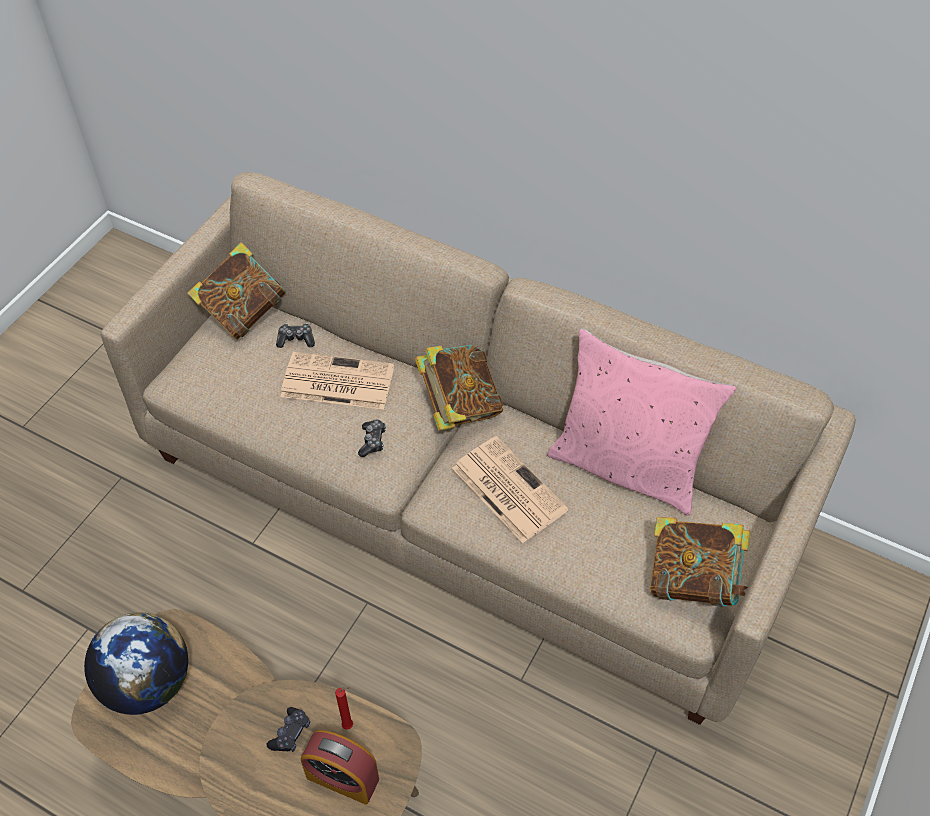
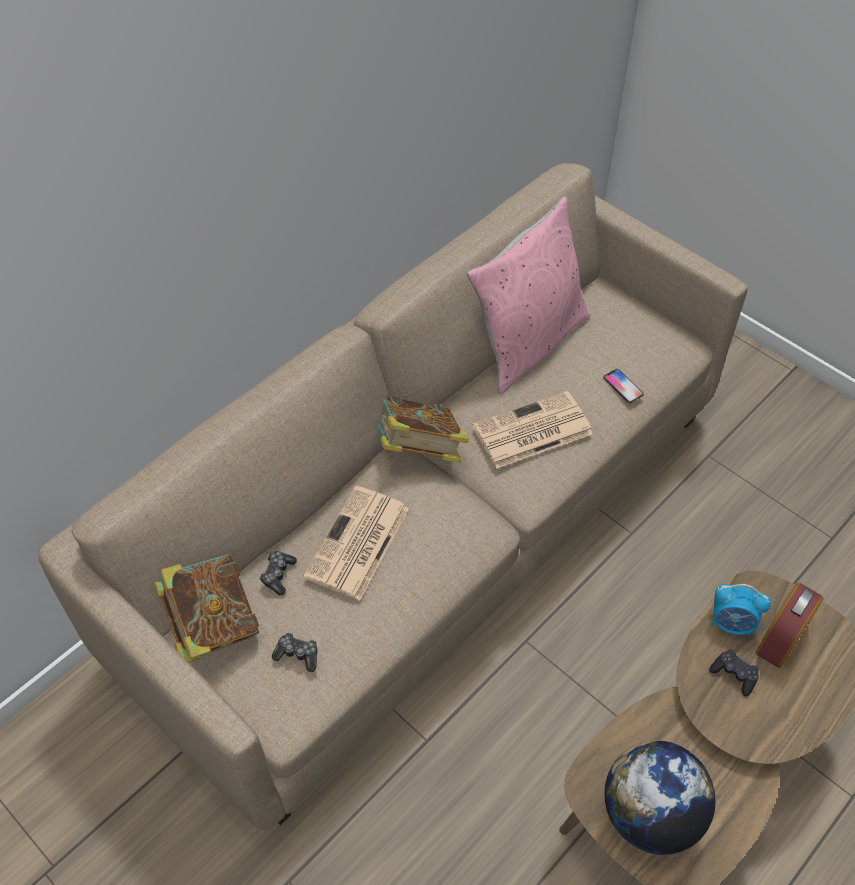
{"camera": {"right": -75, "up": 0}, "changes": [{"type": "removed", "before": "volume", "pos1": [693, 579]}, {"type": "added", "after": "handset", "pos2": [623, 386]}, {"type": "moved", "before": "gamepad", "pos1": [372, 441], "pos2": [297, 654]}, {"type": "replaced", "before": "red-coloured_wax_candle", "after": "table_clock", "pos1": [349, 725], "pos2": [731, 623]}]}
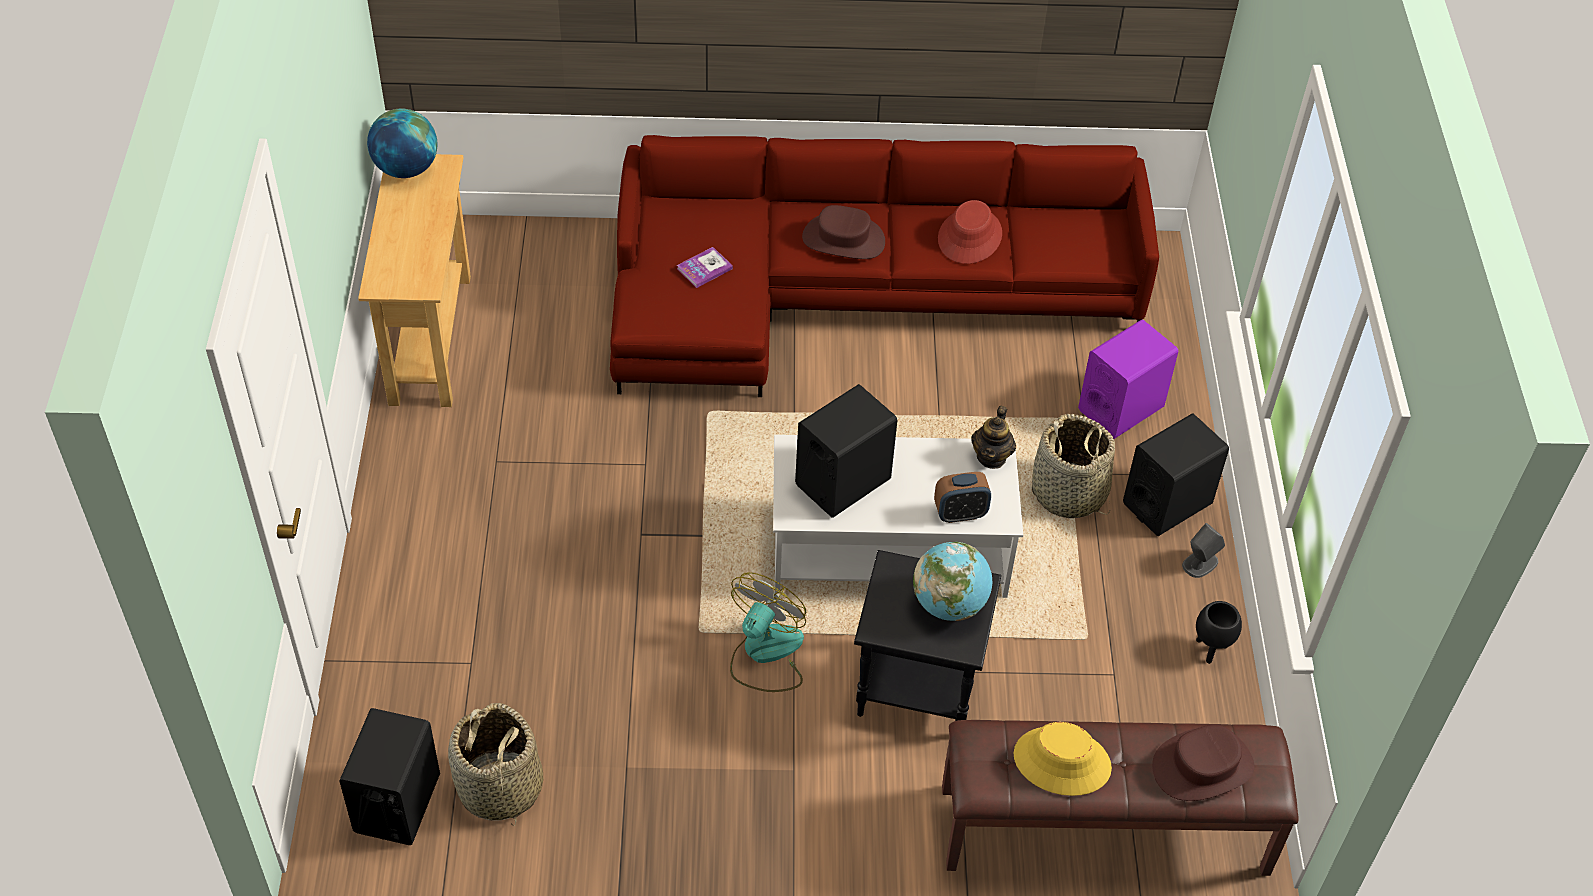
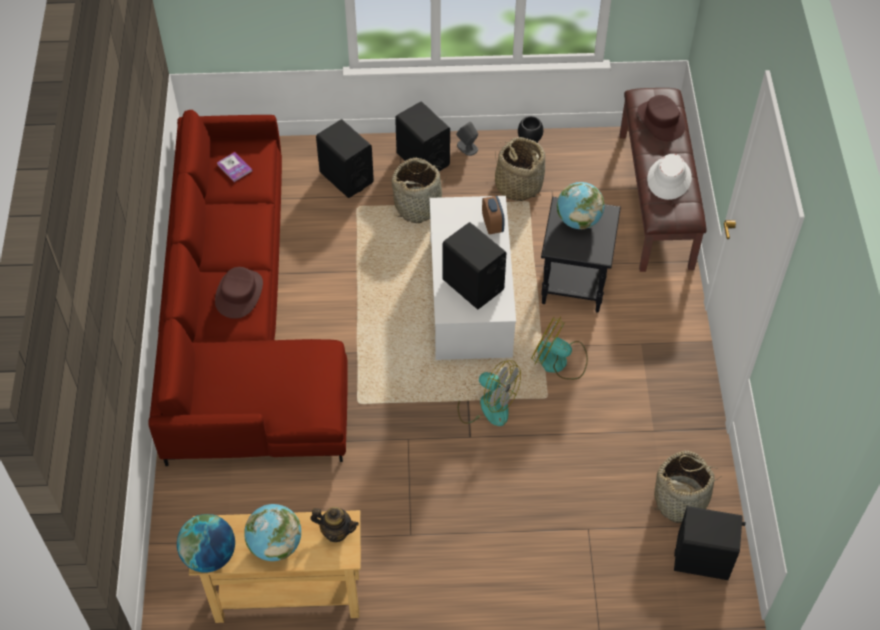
{"camera": {"right": -90, "up": 5}, "changes": [{"type": "removed", "before": "red-coloured_wearable_hat", "pos1": [970, 237]}, {"type": "added", "after": "desk_globe", "pos2": [275, 545]}, {"type": "added", "after": "cooling_fan", "pos2": [487, 404]}, {"type": "added", "after": "household_basket", "pos2": [518, 185]}, {"type": "moved", "before": "volume", "pos1": [704, 268], "pos2": [234, 167]}, {"type": "moved", "before": "tea_pot", "pos1": [991, 457], "pos2": [336, 531]}, {"type": "recoloured", "before": "yellow_wearable_hat", "after": "white-coloured_wearable_hat", "pos1": [1061, 762], "pos2": [669, 179]}, {"type": "recoloured", "before": "purple-coloured_speaker", "after": "black-coloured_speaker", "pos1": [1121, 408], "pos2": [346, 177]}]}
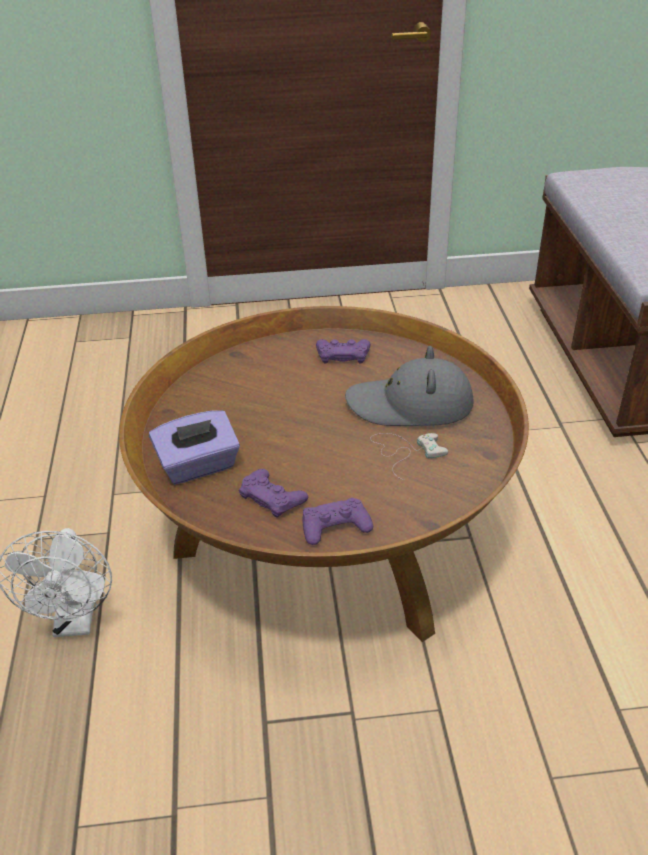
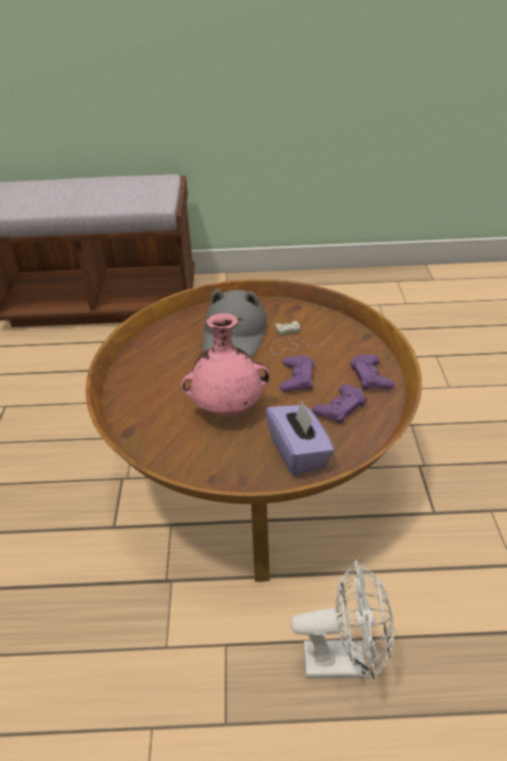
{"camera": {"right": -85, "up": 0}, "changes": [{"type": "added", "after": "pink-coloured_vase", "pos2": [228, 409]}, {"type": "moved", "before": "purple-coloured_gamepad", "pos1": [343, 354], "pos2": [297, 378]}]}
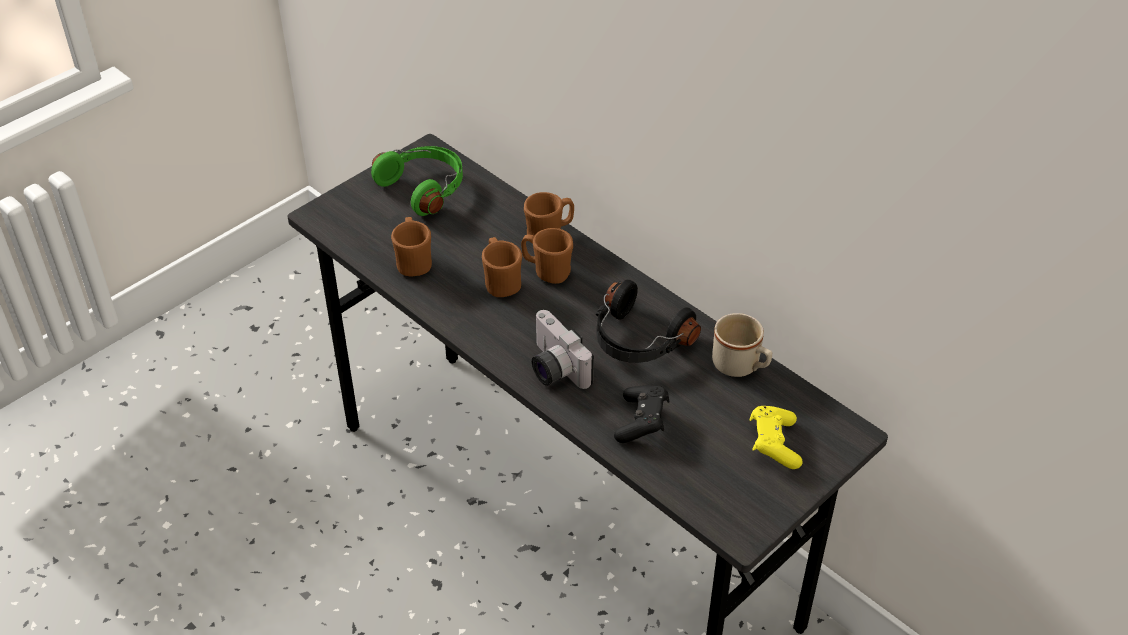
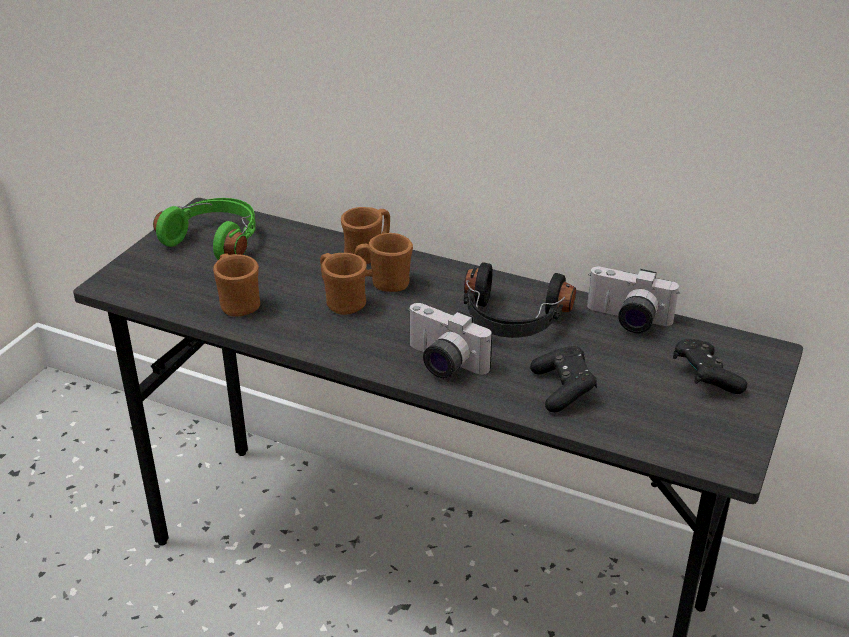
{"camera": {"right": -20, "up": -10}, "changes": [{"type": "replaced", "before": "beige-coloured_coffee_mug", "after": "photo_camera", "pos1": [741, 366], "pos2": [626, 320]}, {"type": "recoloured", "before": "yellow_gamepad", "after": "black-coloured_gamepad", "pos1": [774, 444], "pos2": [705, 378]}]}
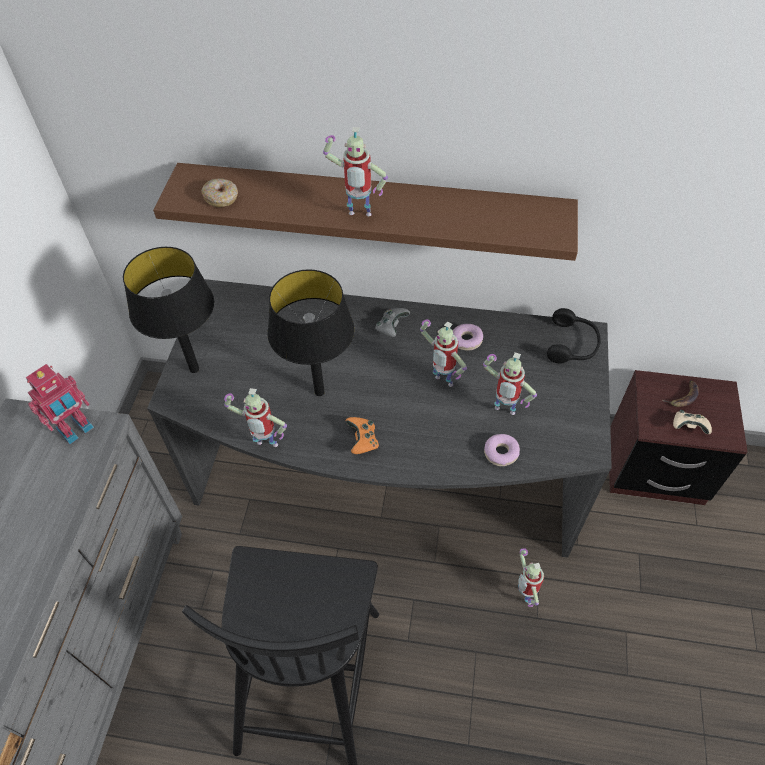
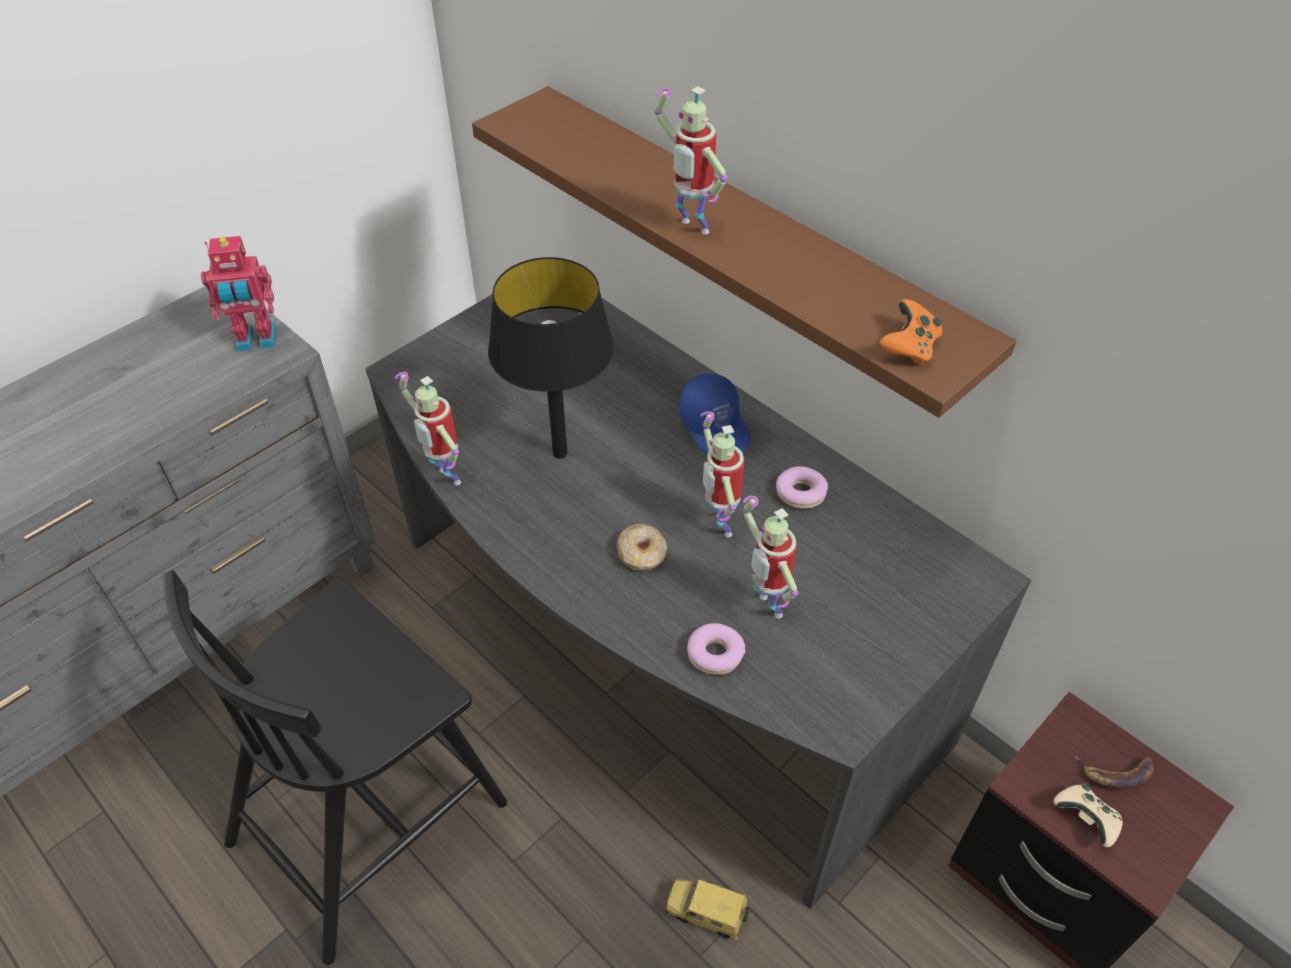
{"camera": {"right": 35, "up": -5}, "changes": [{"type": "removed", "before": "black-coloured_lamp_for_a_table", "pos1": [194, 369]}, {"type": "removed", "before": "black-coloured_headset", "pos1": [572, 345]}, {"type": "moved", "before": "donut", "pos1": [221, 198], "pos2": [642, 554]}, {"type": "moved", "before": "orange-coloured_gamepad", "pos1": [362, 441], "pos2": [909, 348]}, {"type": "replaced", "before": "gray_gamepad", "after": "bluish_cap", "pos1": [391, 328], "pos2": [716, 427]}, {"type": "replaced", "before": "robot_figure", "after": "miniature_car", "pos1": [523, 596], "pos2": [705, 915]}]}
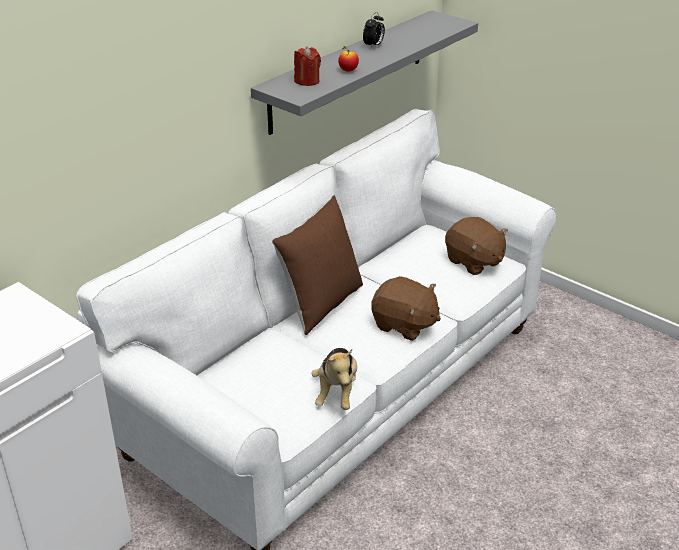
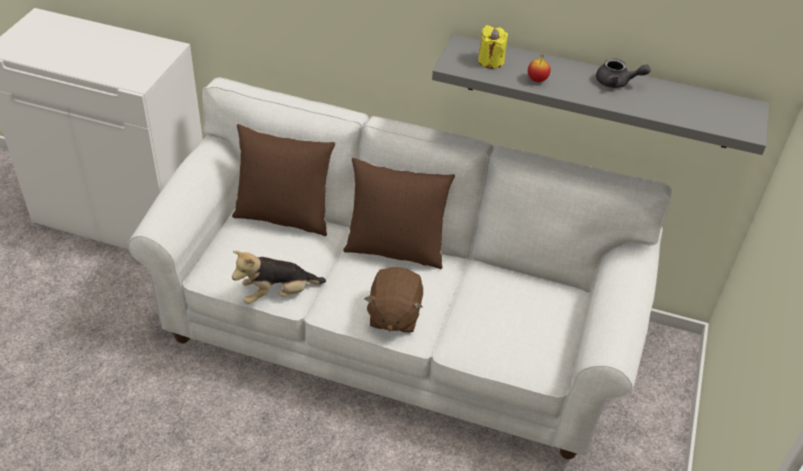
{"camera": {"right": 65, "up": 10}, "changes": [{"type": "removed", "before": "brown_cuddly_toy", "pos1": [474, 262]}, {"type": "added", "after": "brown_cushion", "pos2": [284, 216]}, {"type": "replaced", "before": "table_clock", "after": "gray_tea_pot", "pos1": [373, 46], "pos2": [617, 83]}, {"type": "recoloured", "before": "red-coloured_wax_candle", "after": "yellow_wax_candle", "pos1": [307, 81], "pos2": [491, 61]}]}
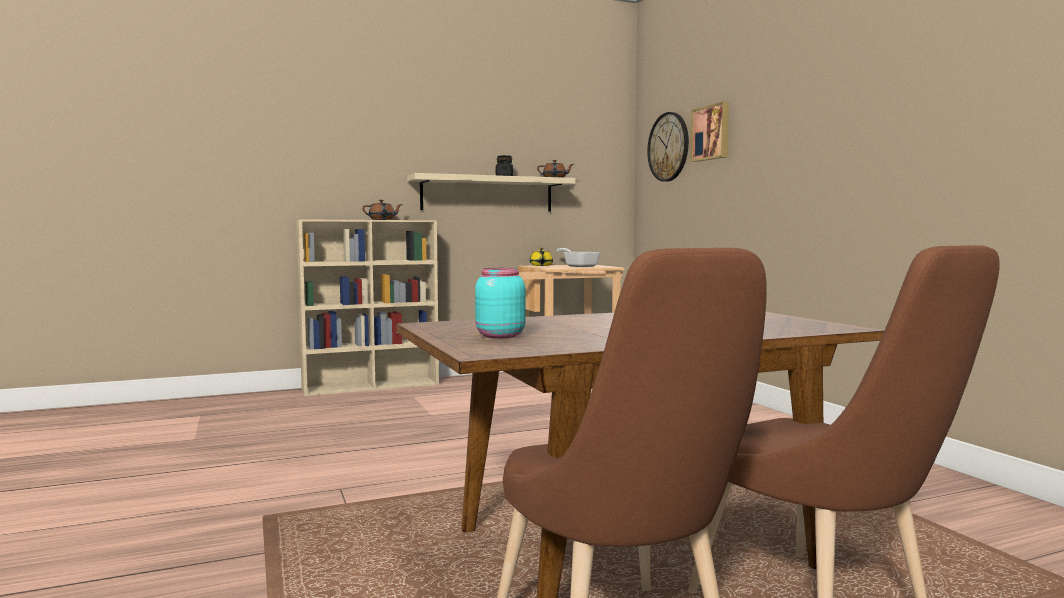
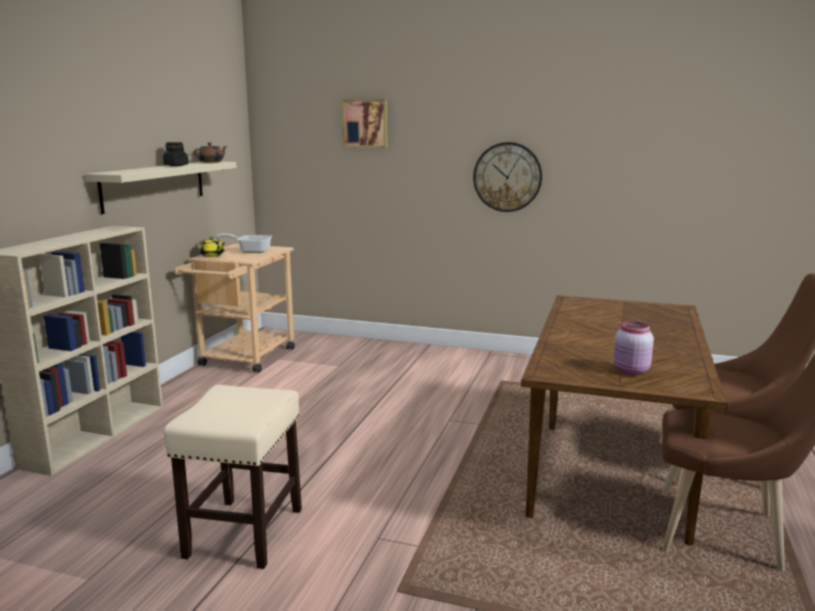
{"camera": {"right": -50, "up": 10}, "changes": [{"type": "removed", "before": "brown_tea_pot", "pos1": [382, 219]}, {"type": "added", "after": "beige-coloured_stool_seat", "pos2": [244, 533]}, {"type": "moved", "before": "clock_on_the_wall", "pos1": [668, 147], "pos2": [507, 177]}, {"type": "recoloured", "before": "turquoise-coloured_jar", "after": "pink-coloured_jar", "pos1": [498, 336], "pos2": [630, 371]}]}
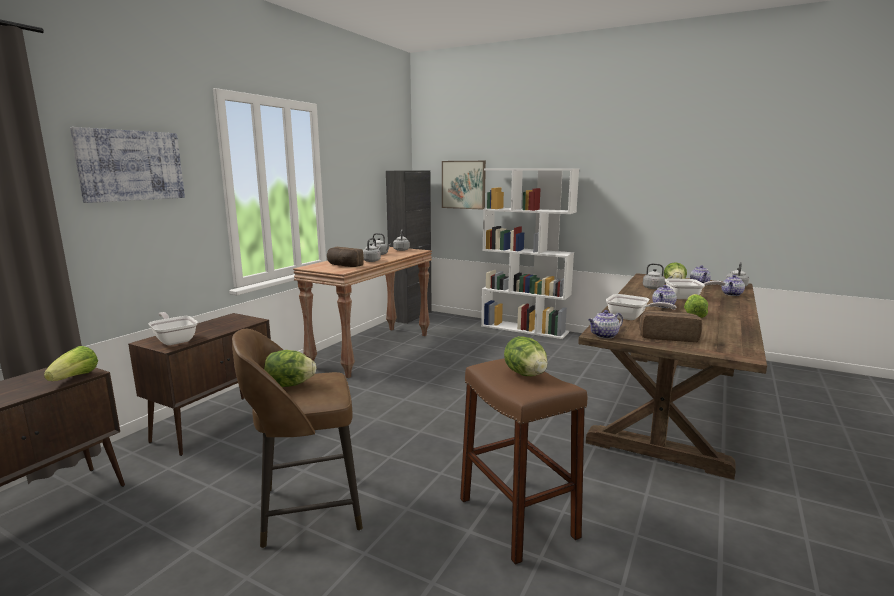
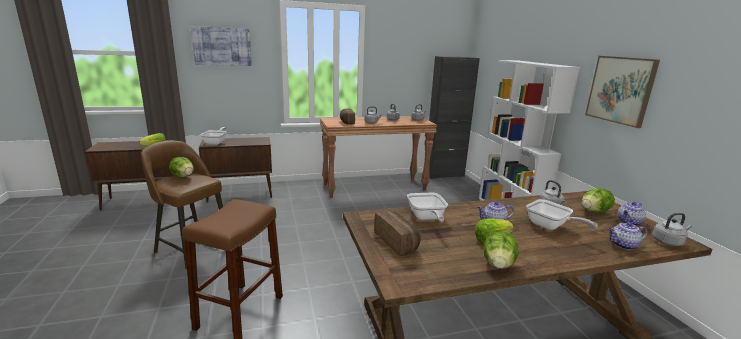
{"camera": {"right": 45, "up": 5}, "changes": [{"type": "removed", "before": "tea_pot", "pos1": [604, 335]}, {"type": "moved", "before": "wall_picture", "pos1": [463, 184], "pos2": [620, 90]}, {"type": "moved", "before": "head_of_lettuce", "pos1": [525, 374], "pos2": [498, 265]}]}
